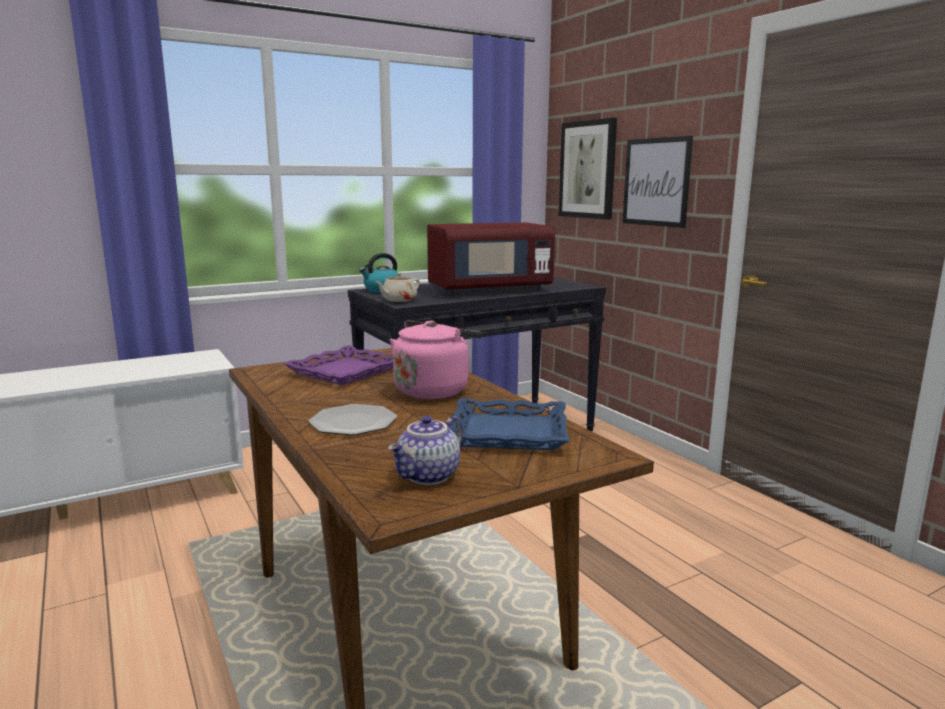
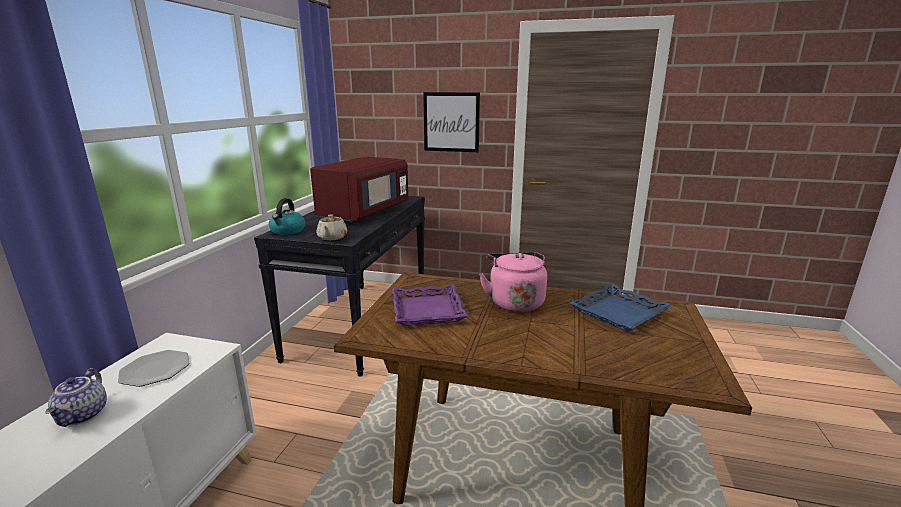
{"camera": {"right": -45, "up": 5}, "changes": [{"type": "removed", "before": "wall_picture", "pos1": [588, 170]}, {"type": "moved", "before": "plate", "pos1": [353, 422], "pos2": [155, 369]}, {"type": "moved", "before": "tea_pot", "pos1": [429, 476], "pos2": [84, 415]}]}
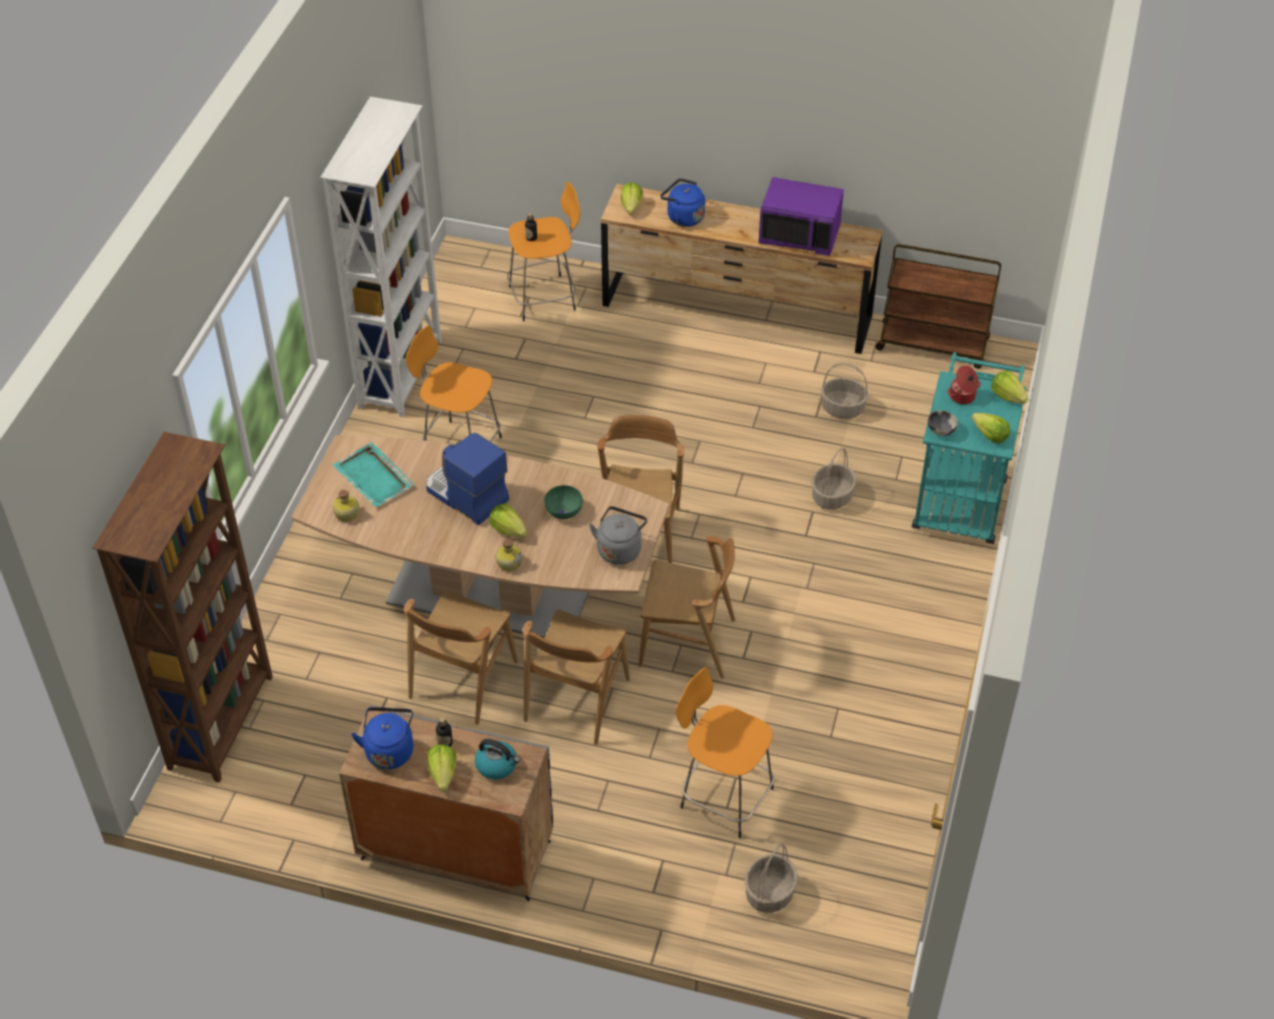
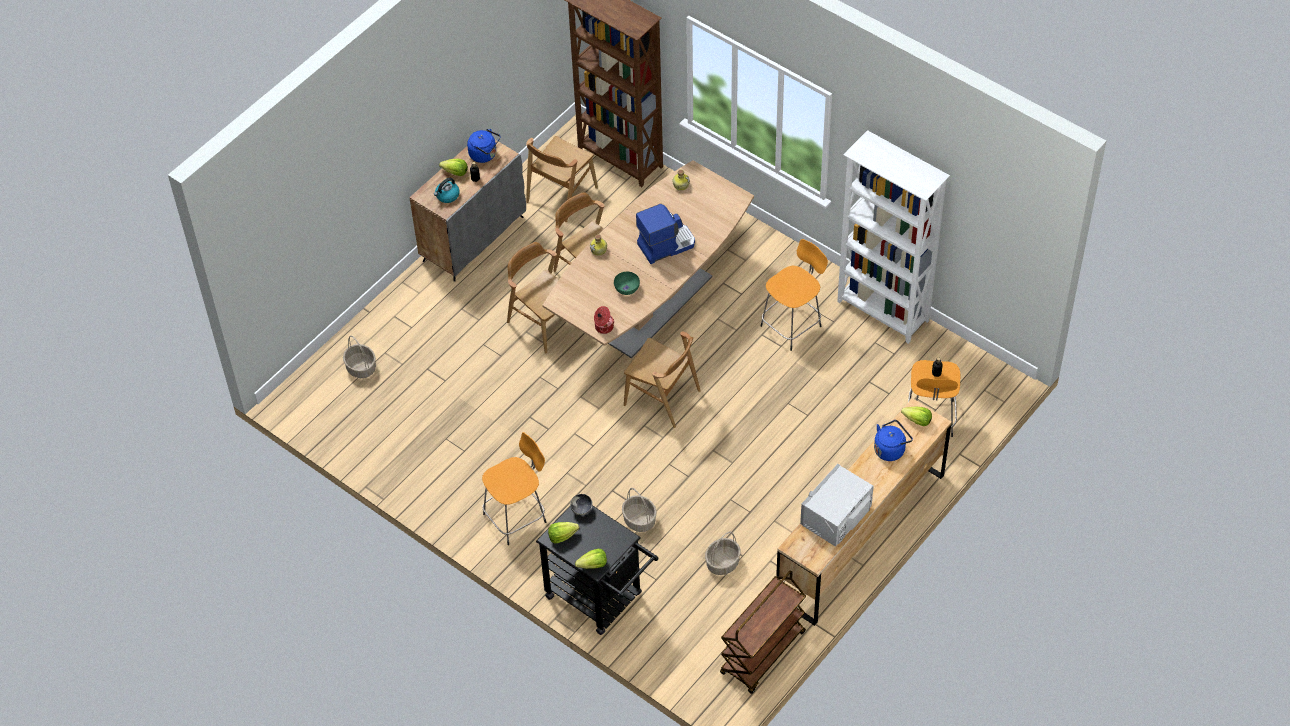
{"camera": {"right": 115, "up": 5}, "changes": [{"type": "removed", "before": "turquoise-coloured_tray", "pos1": [374, 478]}, {"type": "removed", "before": "head_of_lettuce", "pos1": [508, 530]}, {"type": "removed", "before": "gray_kettle", "pos1": [619, 549]}, {"type": "moved", "before": "brown_chair", "pos1": [687, 643], "pos2": [561, 195]}, {"type": "moved", "before": "orange-coloured_stool_seat", "pos1": [723, 796], "pos2": [516, 517]}, {"type": "moved", "before": "saucepot", "pos1": [962, 397], "pos2": [603, 327]}, {"type": "recoloured", "before": "purple-coloured_microwave", "after": "gray_microwave", "pos1": [800, 234], "pos2": [836, 517]}, {"type": "recoloured", "before": "turquoise-coloured_cart", "after": "black-coloured_cart", "pos1": [960, 496], "pos2": [600, 599]}]}
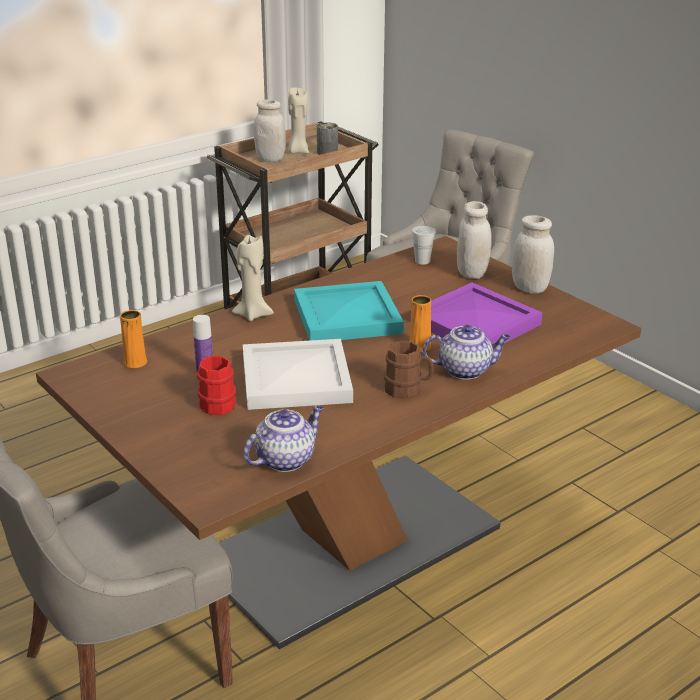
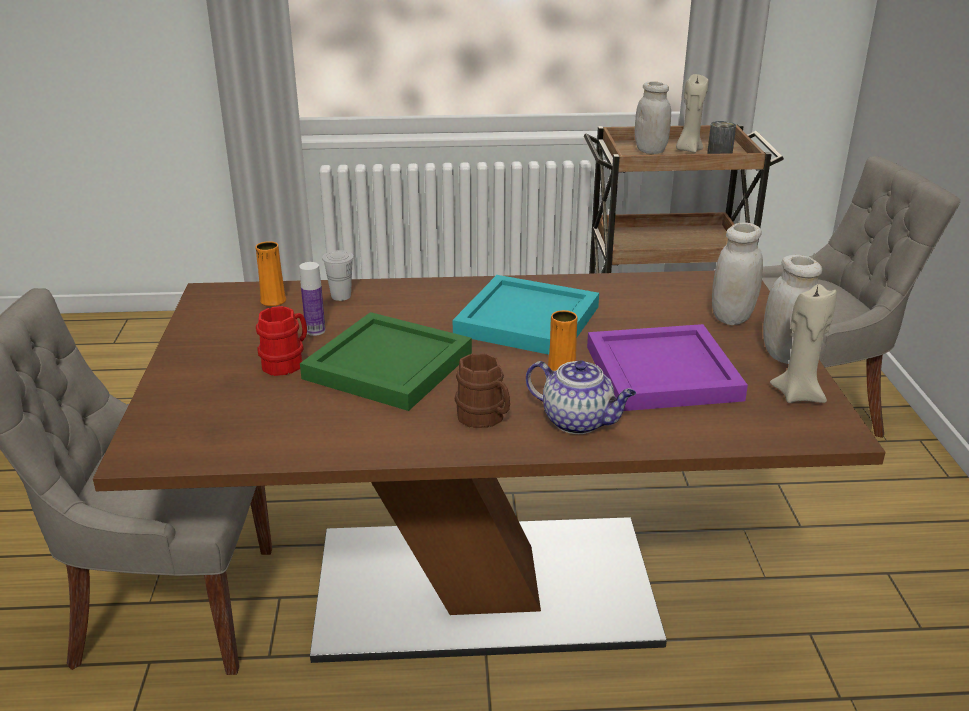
{"camera": {"right": 35, "up": 0}, "changes": [{"type": "removed", "before": "tea_pot", "pos1": [286, 459]}, {"type": "moved", "before": "beige-coloured_wax_candle", "pos1": [253, 314], "pos2": [798, 395]}, {"type": "moved", "before": "white-coloured_cup", "pos1": [422, 261], "pos2": [341, 296]}, {"type": "recoloured", "before": "white-coloured_tray", "after": "green-coloured_tray", "pos1": [294, 380], "pos2": [385, 366]}]}
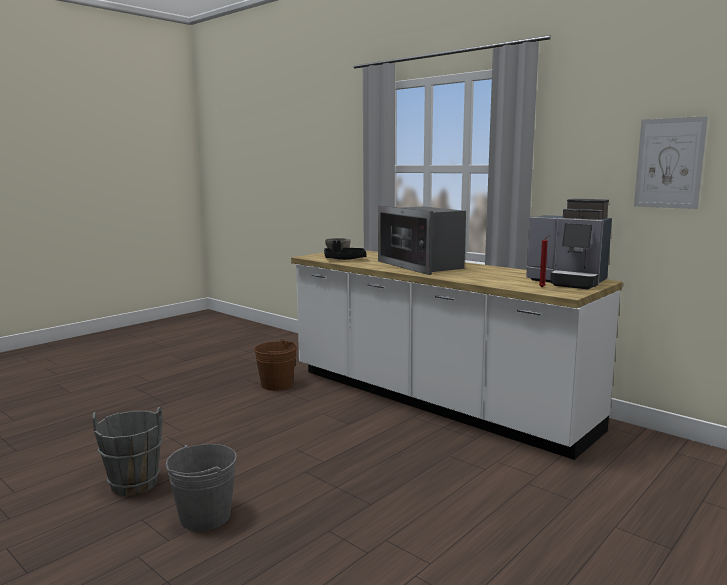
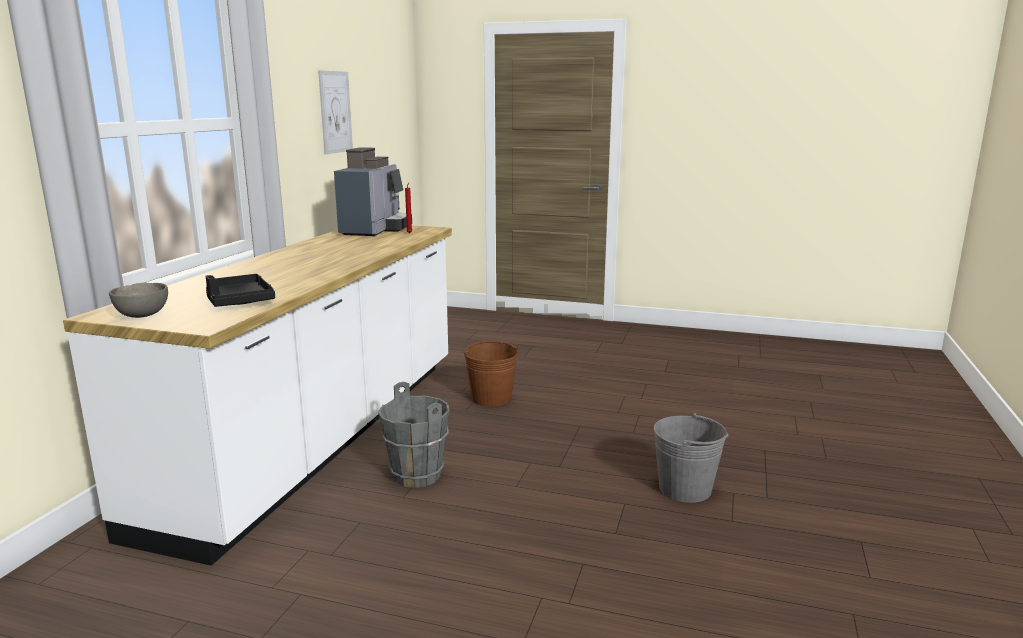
{"camera": {"right": -115, "up": 5}, "changes": [{"type": "removed", "before": "microwave", "pos1": [422, 265]}, {"type": "moved", "before": "gray_pail", "pos1": [134, 484], "pos2": [416, 476]}, {"type": "moved", "before": "brown_pail", "pos1": [277, 385], "pos2": [491, 398]}]}
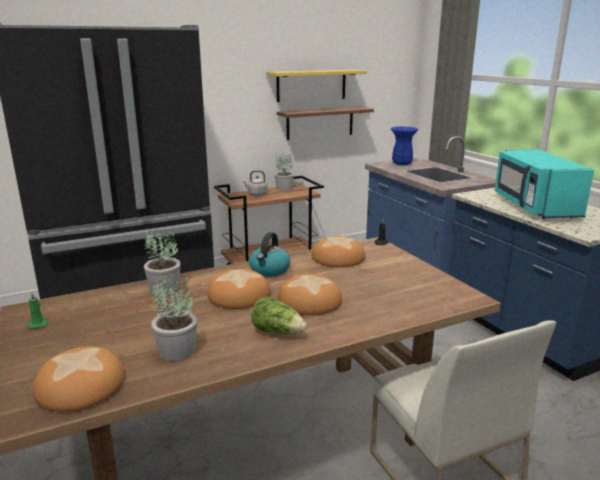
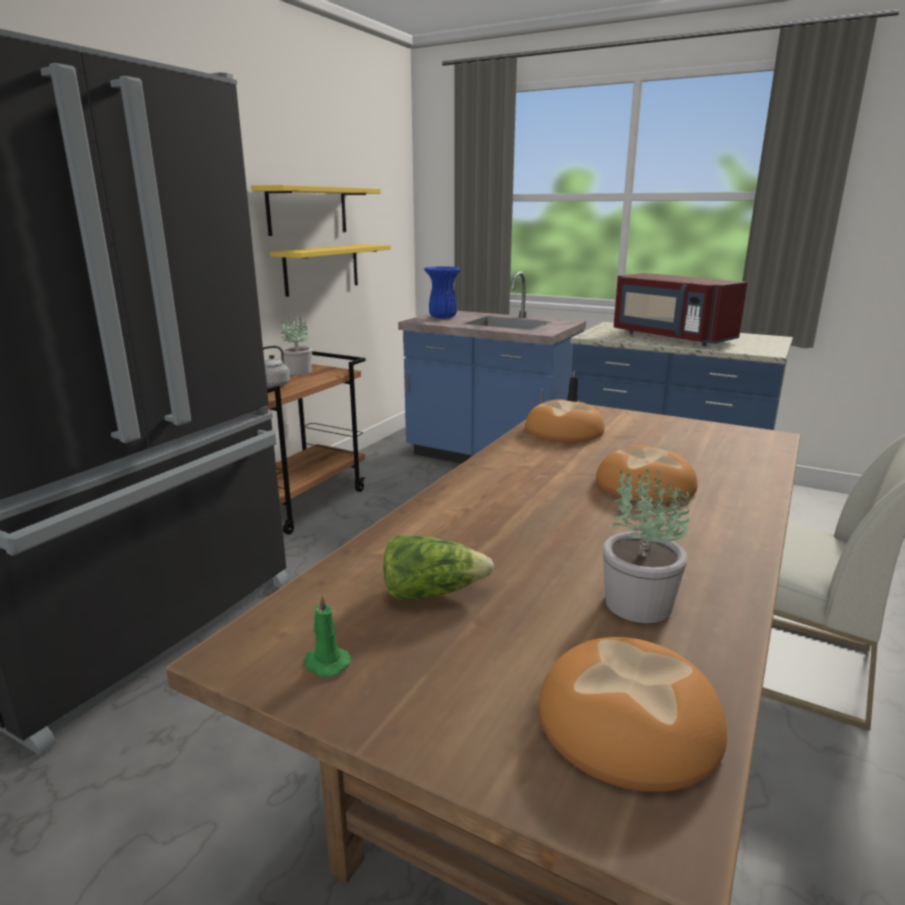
{"camera": {"right": -35, "up": 0}, "changes": [{"type": "removed", "before": "plant_in_a_pot", "pos1": [164, 289]}, {"type": "removed", "before": "bakery_bread", "pos1": [239, 295]}, {"type": "removed", "before": "kettle", "pos1": [269, 270]}, {"type": "moved", "before": "head_of_lettuce", "pos1": [278, 331], "pos2": [432, 592]}, {"type": "recoloured", "before": "brown_wall_shelf", "after": "yellow_wall_shelf", "pos1": [320, 123], "pos2": [322, 269]}, {"type": "recoloured", "before": "turquoise-coloured_microwave", "after": "red-coloured_microwave", "pos1": [533, 206], "pos2": [670, 337]}]}
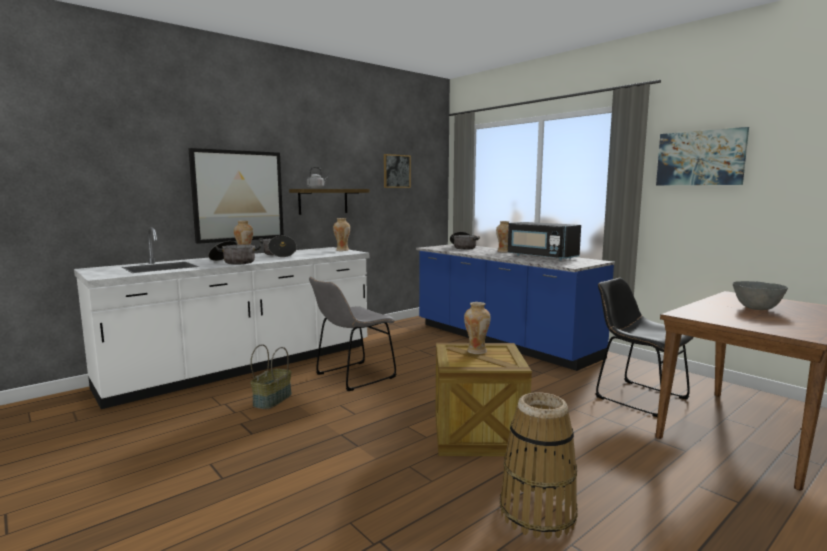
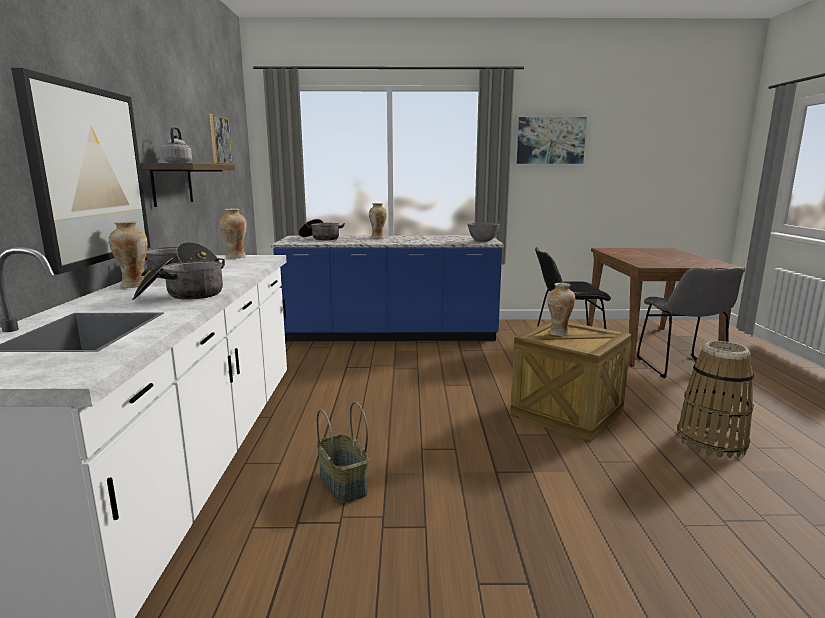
{"camera": {"right": -50, "up": 5}, "changes": [{"type": "removed", "before": "black-coloured_microwave", "pos1": [541, 257]}, {"type": "moved", "before": "gray_chair", "pos1": [352, 377], "pos2": [681, 369]}, {"type": "moved", "before": "gray_bowl", "pos1": [756, 309], "pos2": [482, 241]}]}
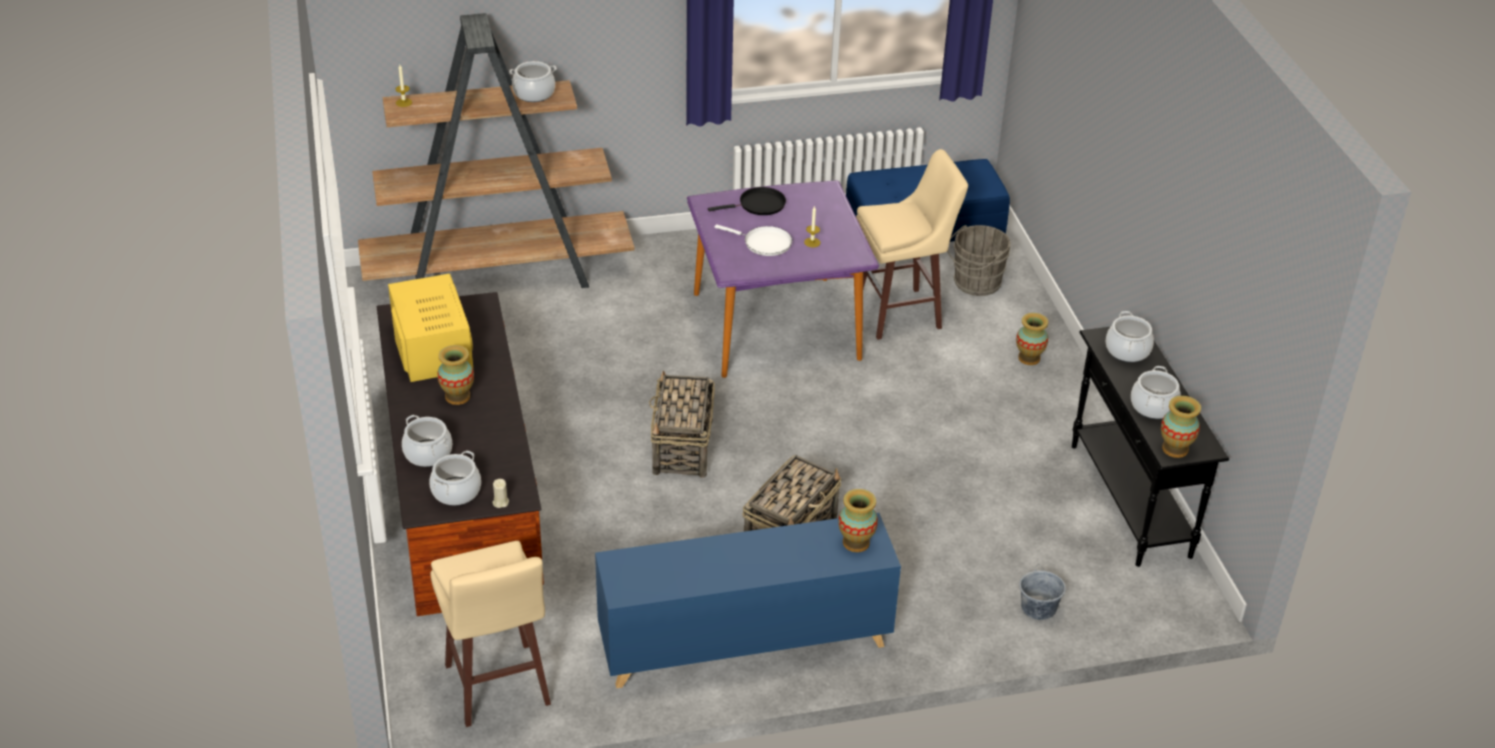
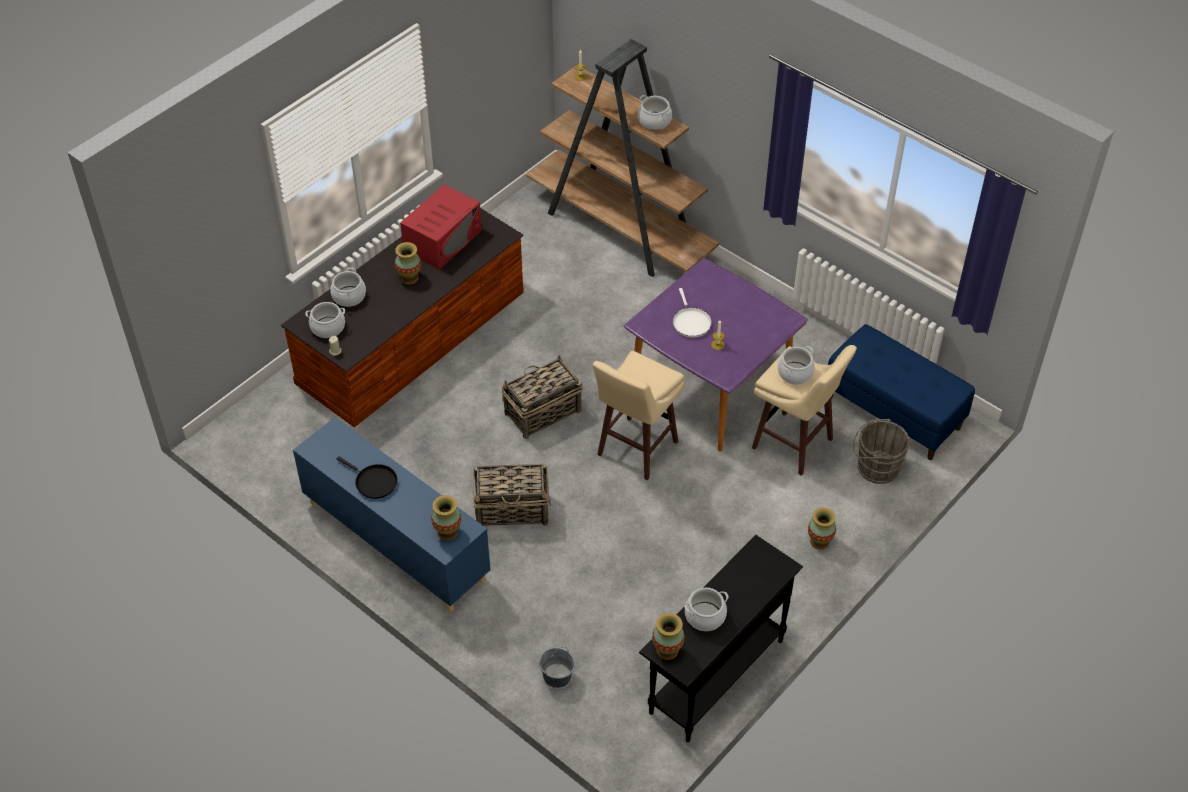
{"camera": {"right": 55, "up": 10}, "changes": [{"type": "moved", "before": "beige-coloured_stool_seat", "pos1": [497, 687], "pos2": [635, 449]}, {"type": "moved", "before": "black-coloured_frying_pan", "pos1": [759, 205], "pos2": [374, 482]}, {"type": "moved", "before": "saucepot", "pos1": [1127, 350], "pos2": [795, 373]}, {"type": "recoloured", "before": "yellow_microwave", "after": "red-coloured_microwave", "pos1": [432, 347], "pos2": [443, 240]}]}
